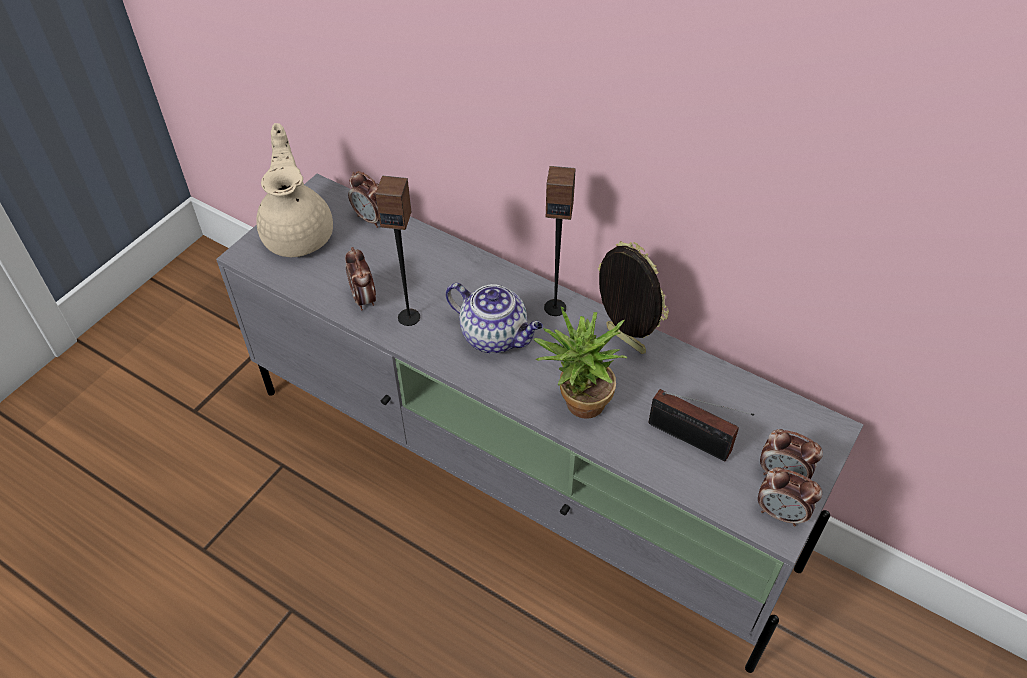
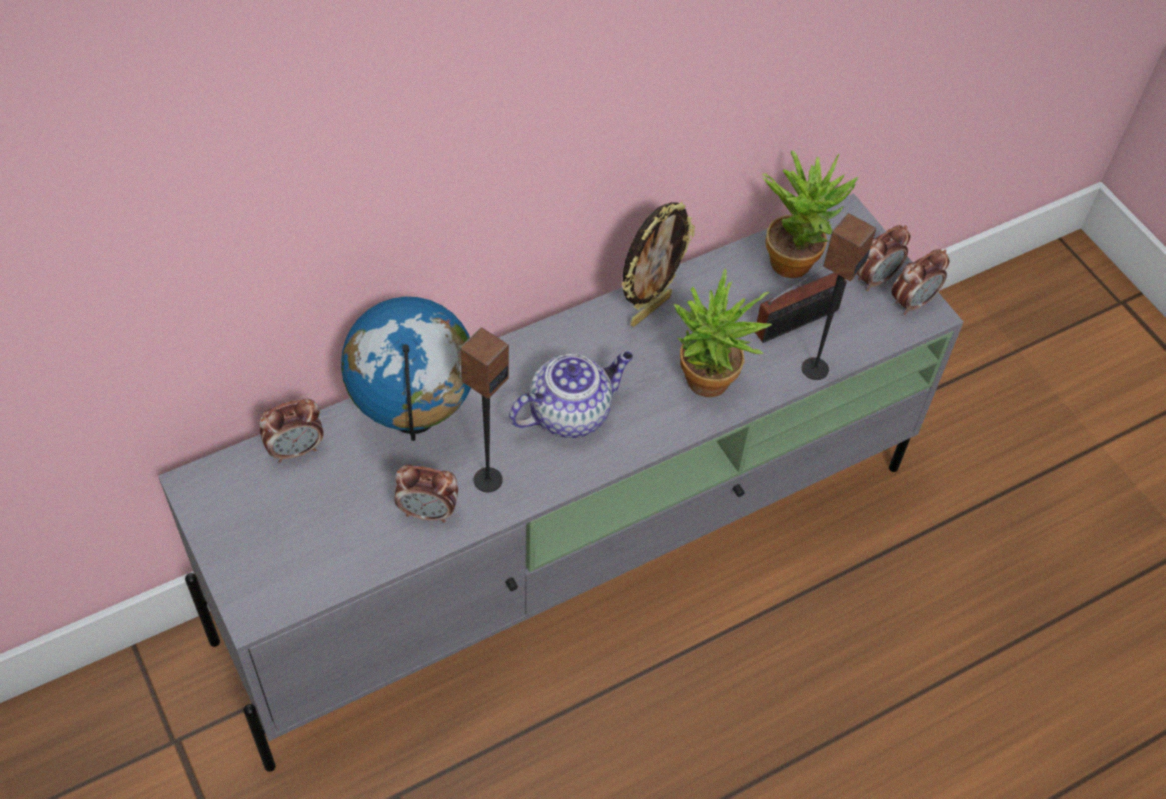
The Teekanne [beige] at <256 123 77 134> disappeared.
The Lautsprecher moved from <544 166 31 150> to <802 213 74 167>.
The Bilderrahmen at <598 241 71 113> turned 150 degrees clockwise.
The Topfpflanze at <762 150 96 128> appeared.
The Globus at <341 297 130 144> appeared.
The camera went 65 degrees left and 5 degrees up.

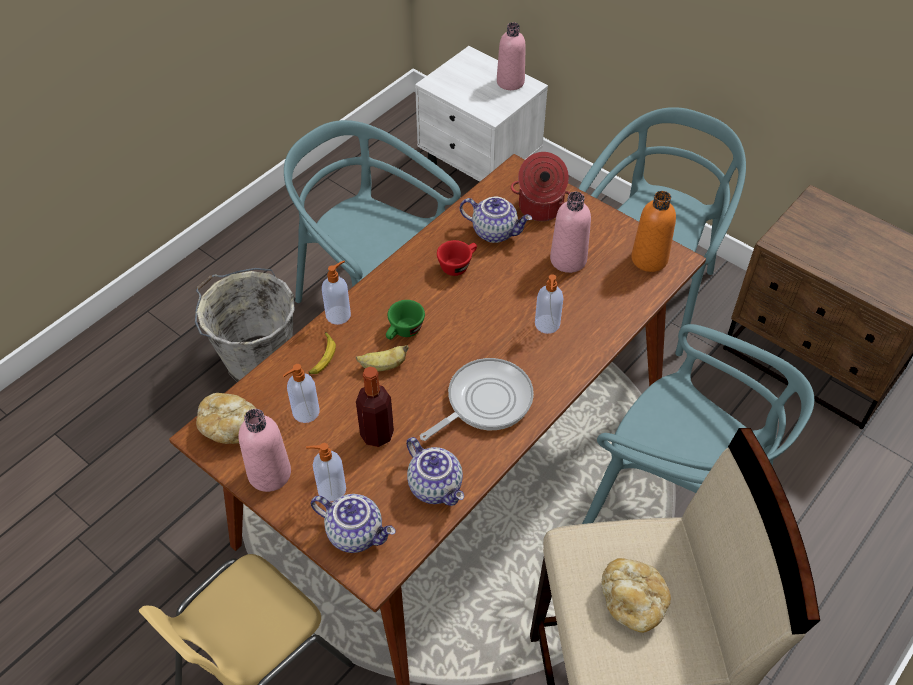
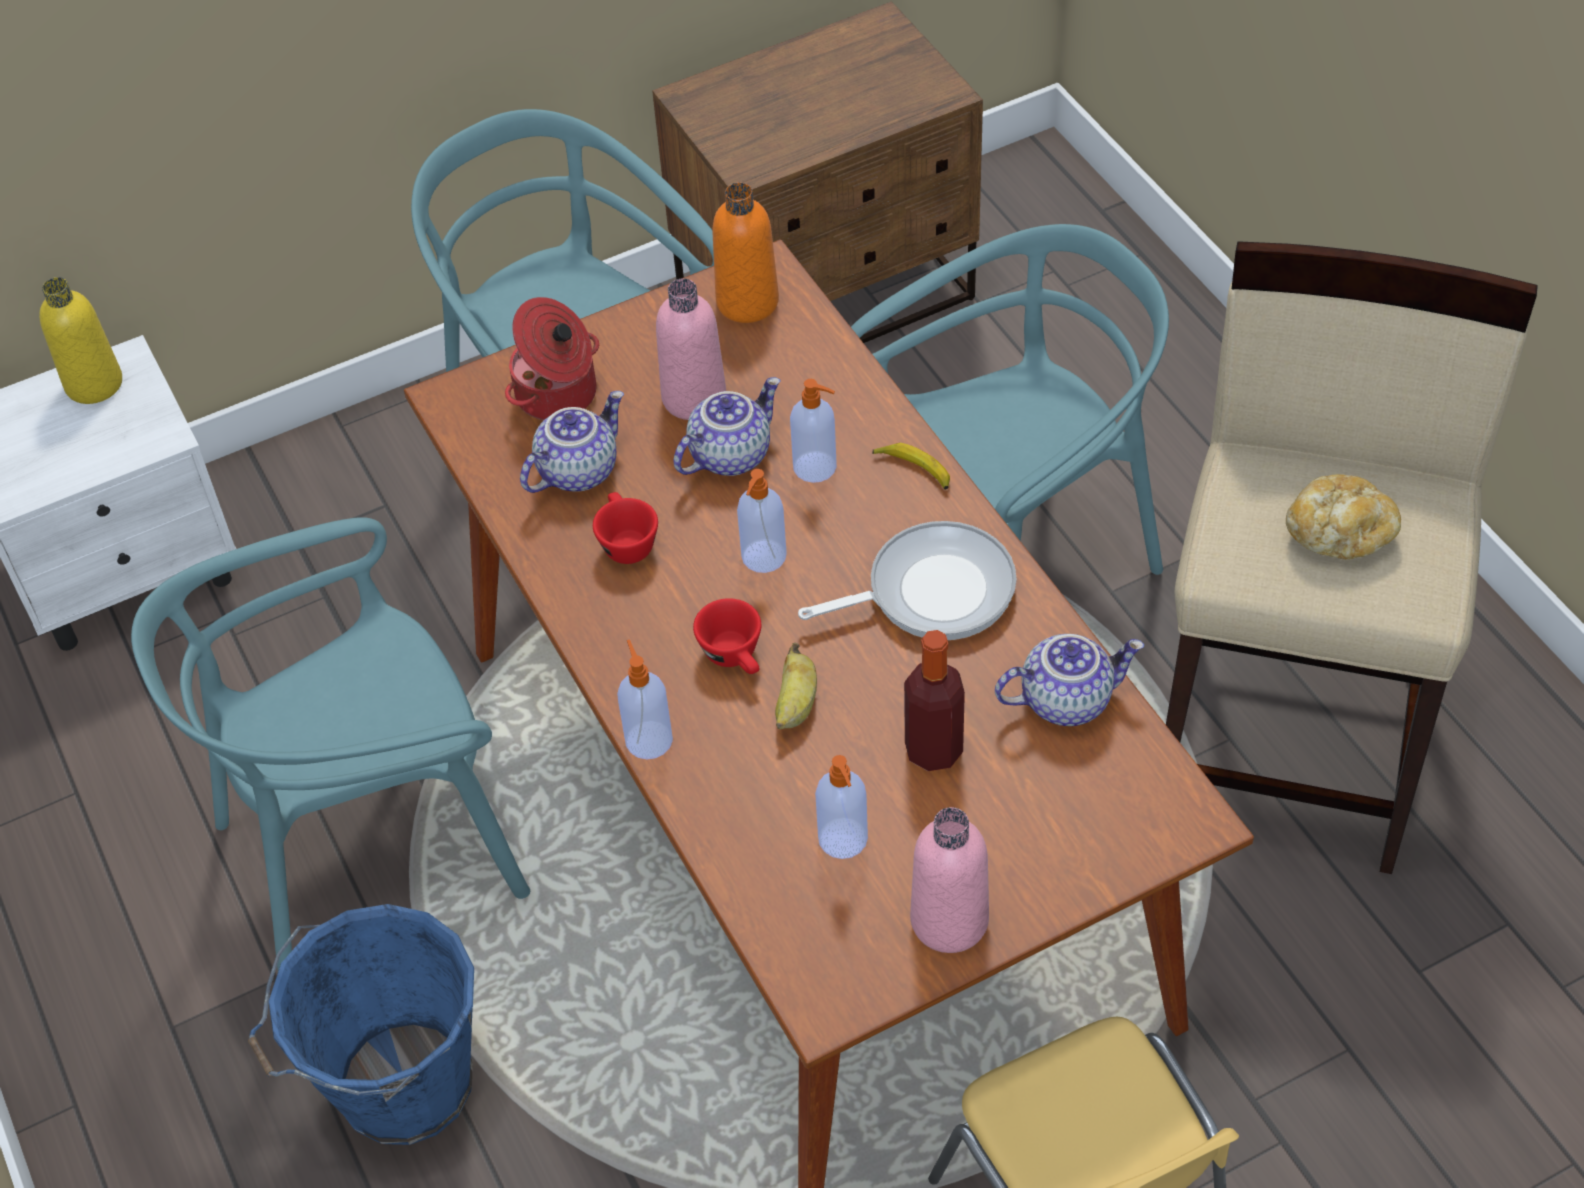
The Flasche [rosa] at <497 22 29 68> became the Flasche [gelb] at <39 277 83 127>.
The Eimer [grau] at <195 268 99 114> became the Eimer [blau] at <248 904 226 241>.
The Tasse [grün] at <386 300 39 40> became the Tasse [rot] at <693 598 68 76>.
The Banane moved from <309 332 27 42> to <873 443 77 47>.
The Pfanne at <420 358 114 83> turned 90 degrees clockwise.
The Brot at <196 393 60 51> disappeared.
The Seifenspender moved from <306 443 40 59> to <737 469 50 104>.
The Teekanne moved from <310 494 86 59> to <673 377 107 99>.
The camera went 65 degrees left and 0 degrees up.

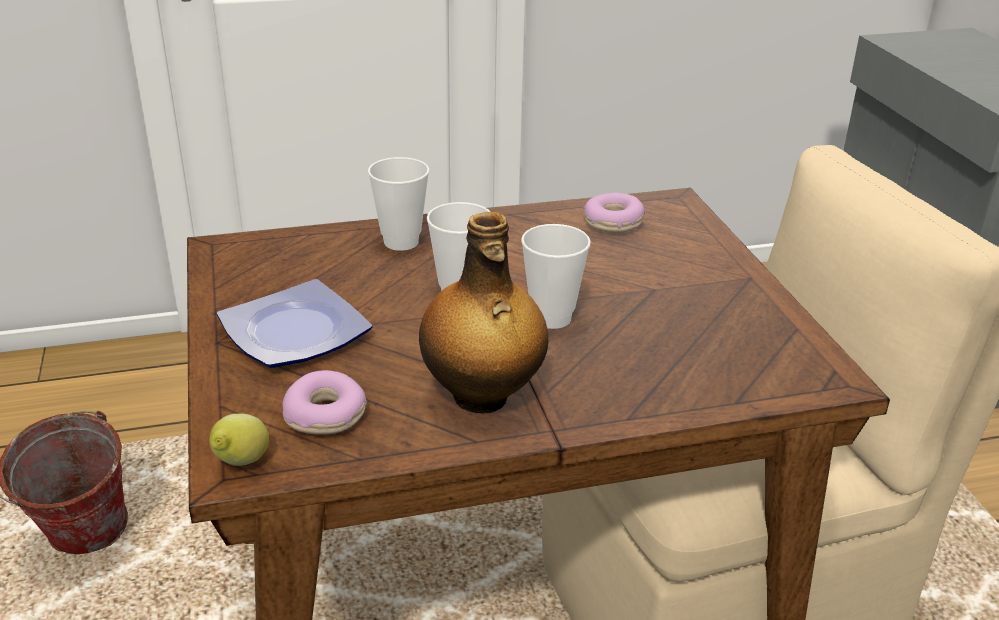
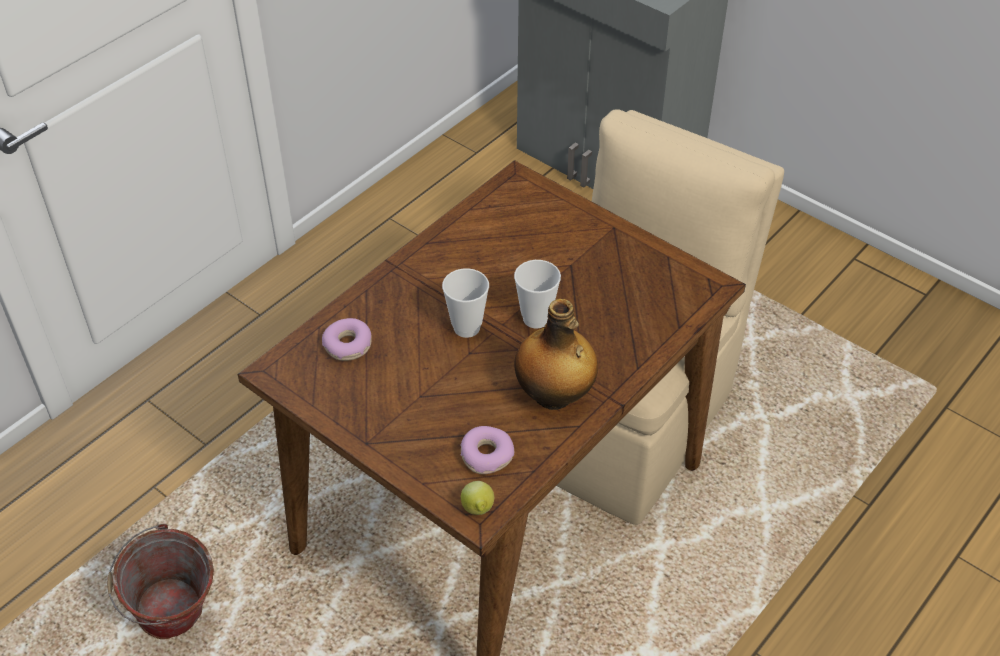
The Tasse at <368 157 61 94> disappeared.
The Donut moved from <583 193 62 40> to <322 318 50 43>.
The Teller at <217 279 155 89> disappeared.
The camera went 35 degrees left and 15 degrees up.

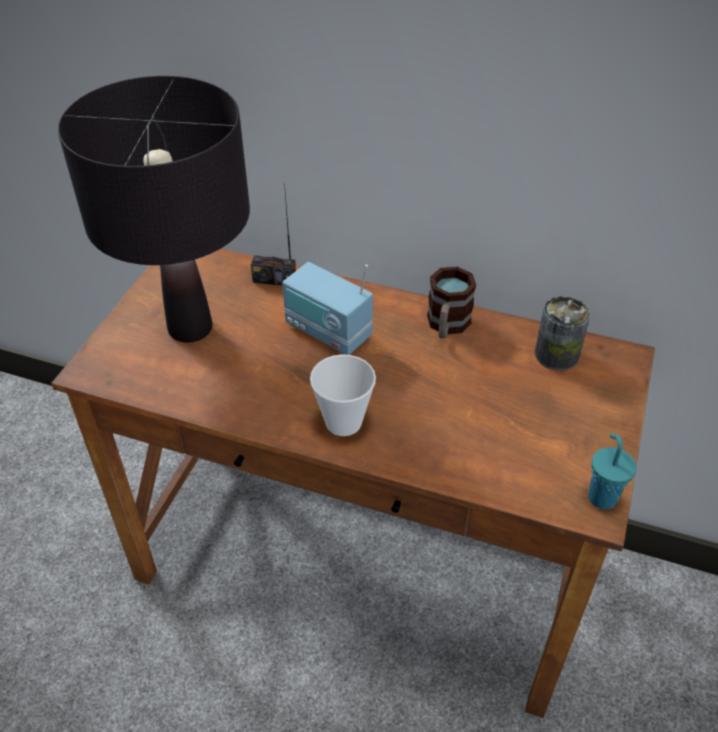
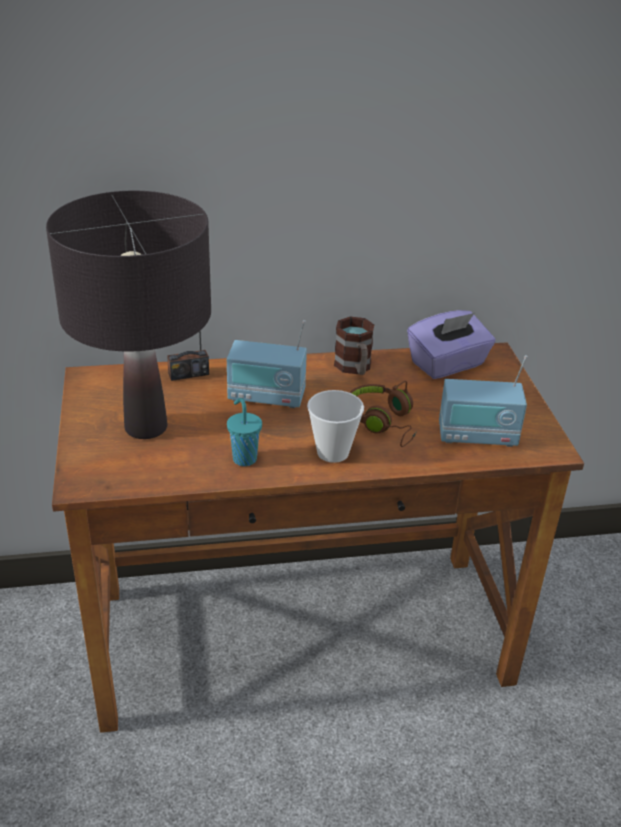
The Dose at <535 296 56 75> was replaced by the Taschentuchbox [lila] at <407 310 88 69>.
The Tasse [türkis] moved from <588 433 49 76> to <227 398 35 68>.
The Radio at <439 355 89 92> appeared.
The Kopfhörer [braun] at <349 381 68 66> appeared.
The camera went 30 degrees left and 10 degrees down.

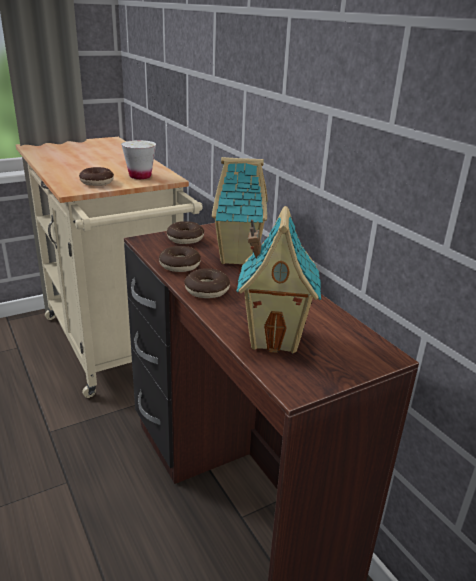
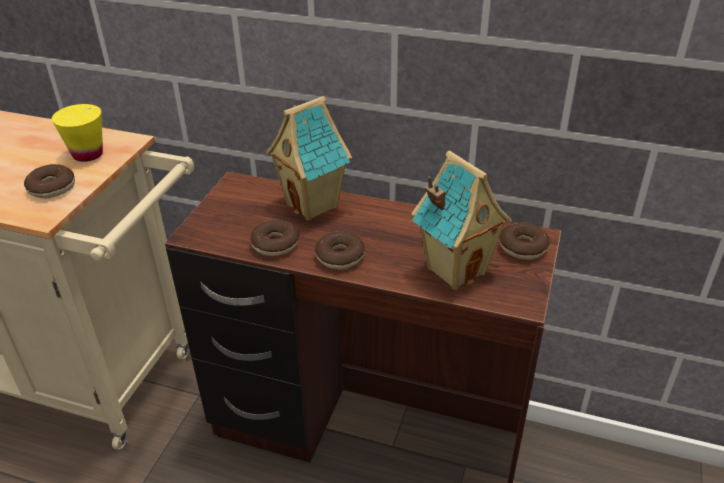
The Tasse [weiß] at <121 140 35 39> became the Tasse [gelb] at <52 104 51 58>.
The Donut moved from <166 221 38 23> to <499 222 51 38>.
The camera went 40 degrees left and 10 degrees up.

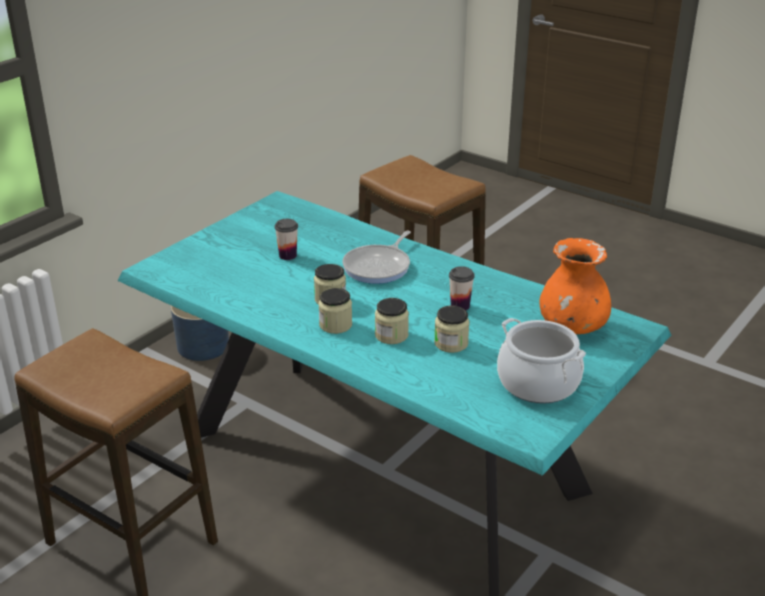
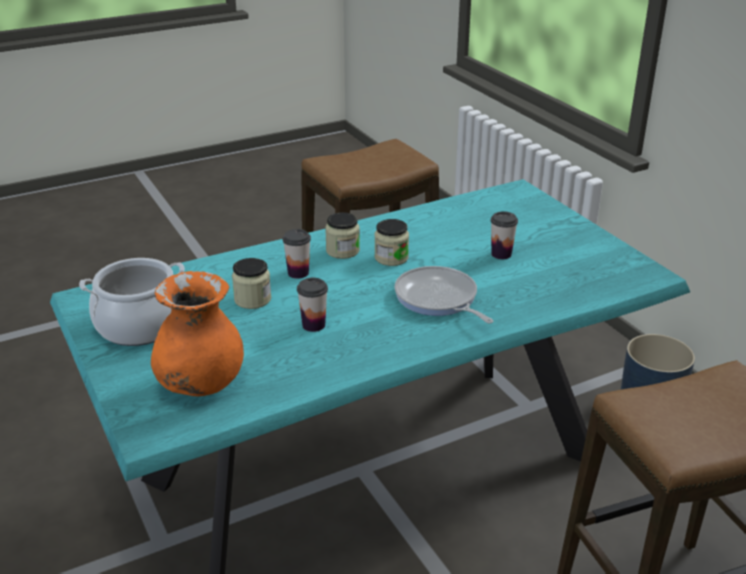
The Vorratsglas at <375 298 34 46> was replaced by the Tasse at <282 229 29 50>.
The camera went 115 degrees right and 0 degrees up.

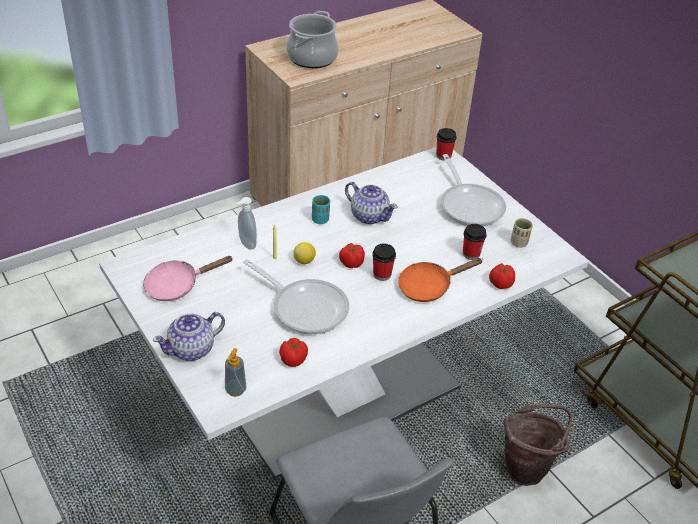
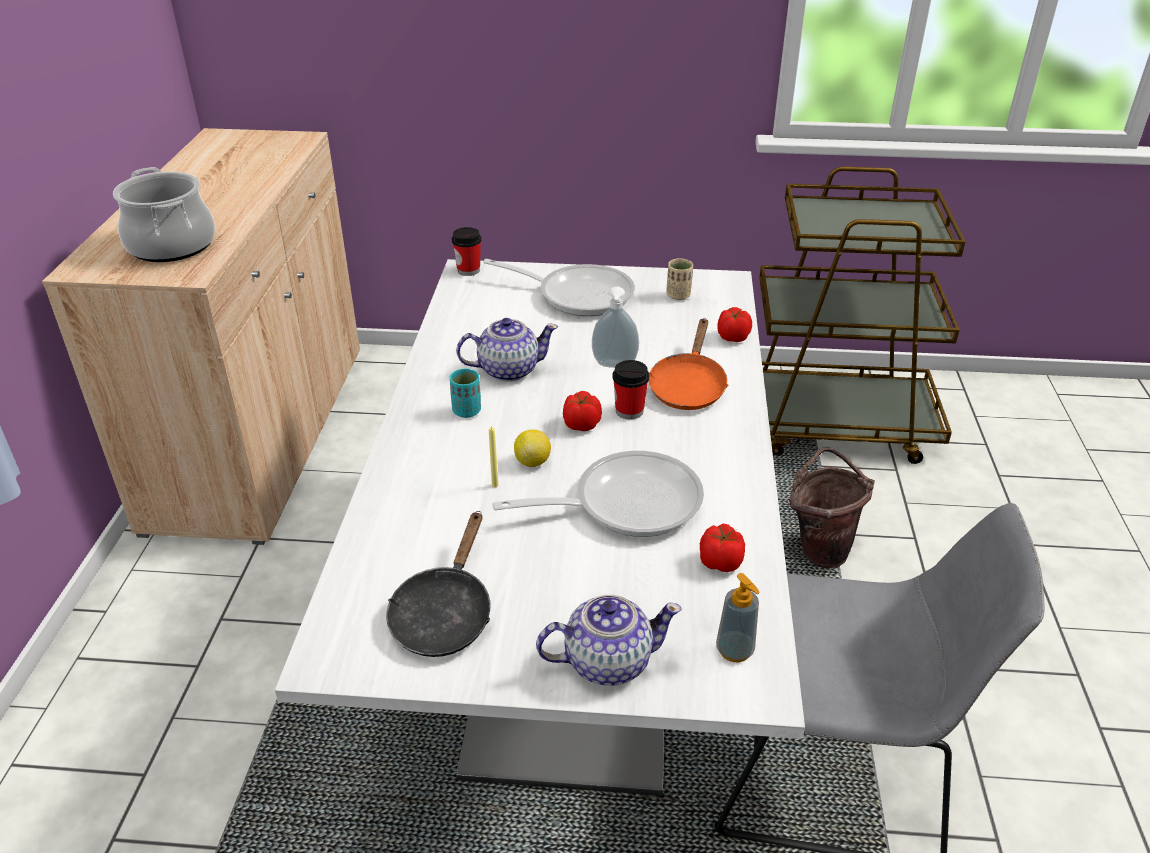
The Seifenspender moved from <237 197 20 53> to <592 287 47 81>.
The Tasse at <463 224 24 36> disappeared.
The Pfanne [rosa] at <143 256 90 45> became the Pfanne [schwarz] at <386 511 104 146>.
The Teekanne at <153 312 72 49> turned 105 degrees counterclockwise.
The camera went 50 degrees left and 5 degrees down.

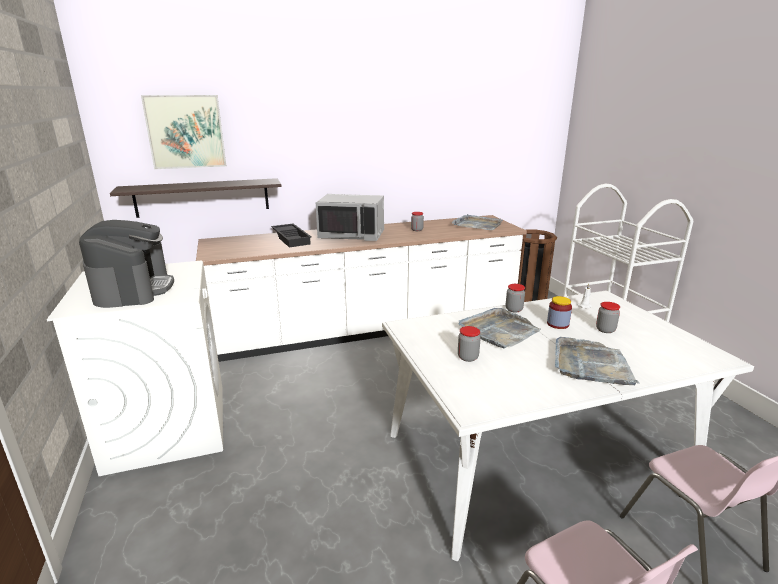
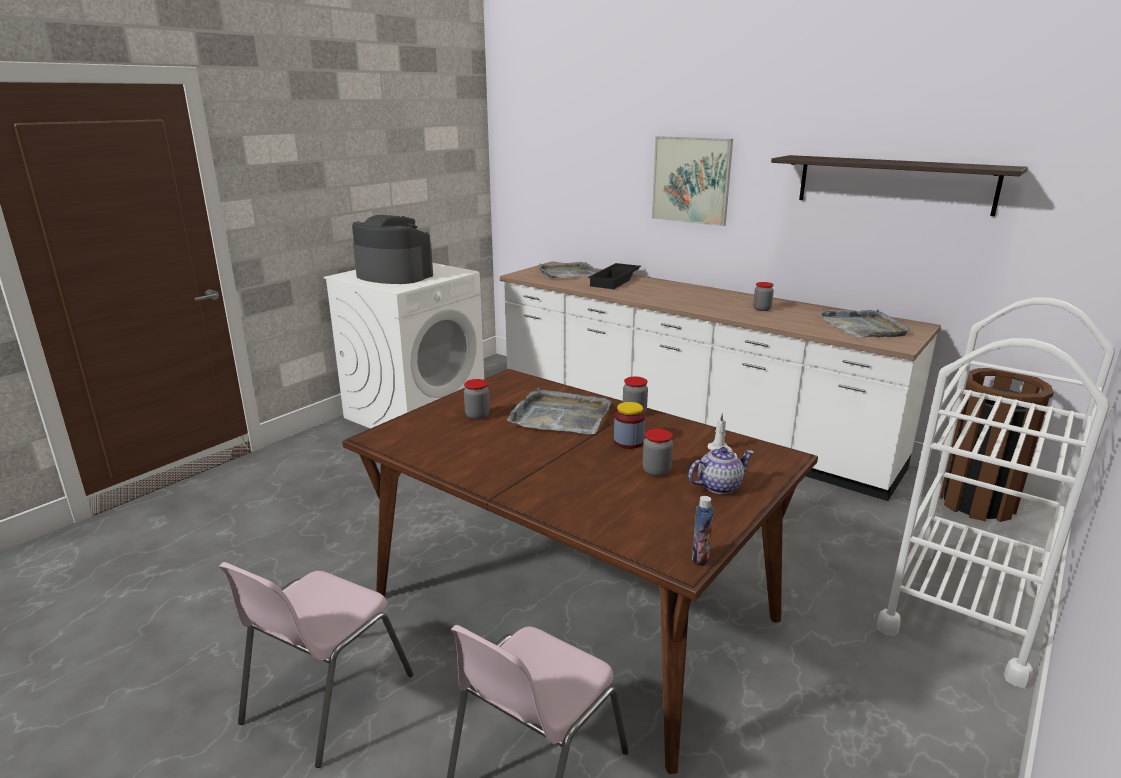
The Bild moved from <141 95 85 74> to <652 136 81 90>.
The Wandregal moved from <110 178 171 40> to <771 155 257 61>.
The Mikrowelle [grau] at <316 194 68 47> disappeared.
The Kaffeemaschine at <79 220 95 88> turned 105 degrees counterclockwise.
The Esstisch [weiß] at <382 290 372 271> became the Esstisch [braun] at <342 369 476 405>.
The Tablett [grau] moved from <555 337 85 48> to <538 262 59 16>.
The Teekanne at <688 447 66 47> appeared.
The Flasche at <692 496 22 70> appeared.
The camera went 55 degrees right and 0 degrees up.

